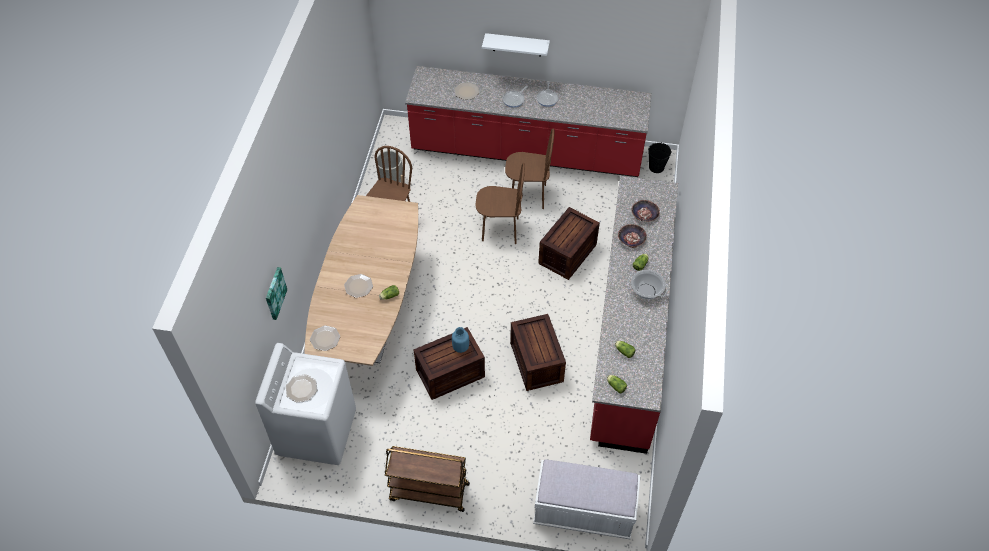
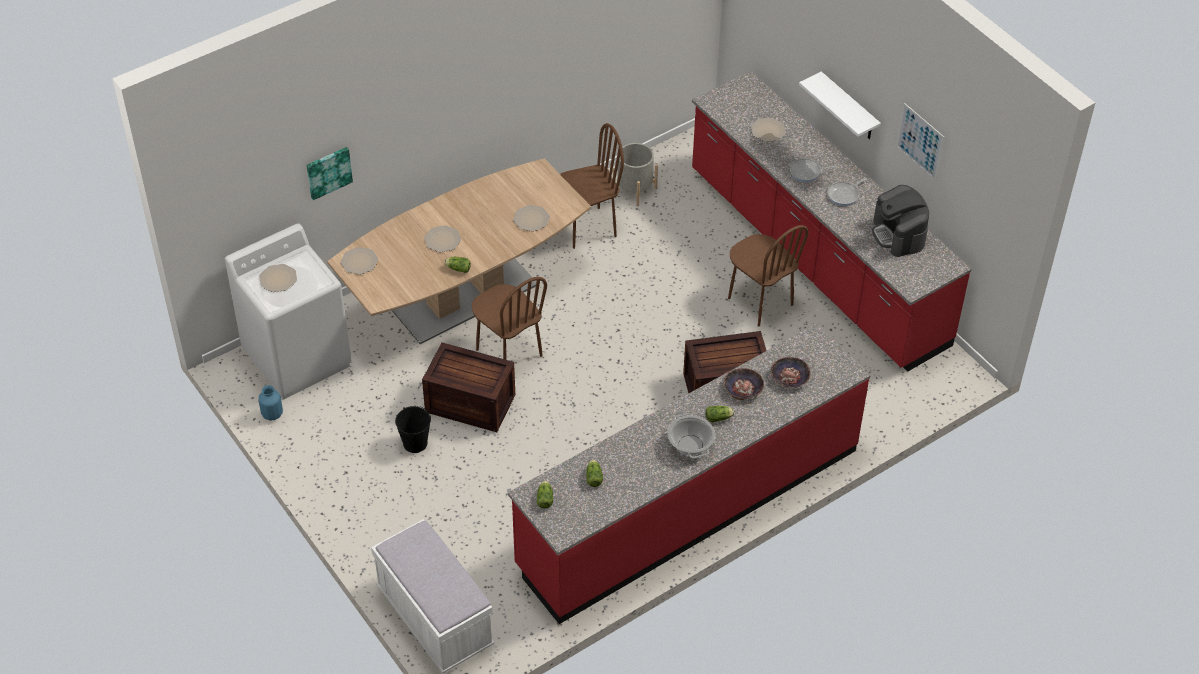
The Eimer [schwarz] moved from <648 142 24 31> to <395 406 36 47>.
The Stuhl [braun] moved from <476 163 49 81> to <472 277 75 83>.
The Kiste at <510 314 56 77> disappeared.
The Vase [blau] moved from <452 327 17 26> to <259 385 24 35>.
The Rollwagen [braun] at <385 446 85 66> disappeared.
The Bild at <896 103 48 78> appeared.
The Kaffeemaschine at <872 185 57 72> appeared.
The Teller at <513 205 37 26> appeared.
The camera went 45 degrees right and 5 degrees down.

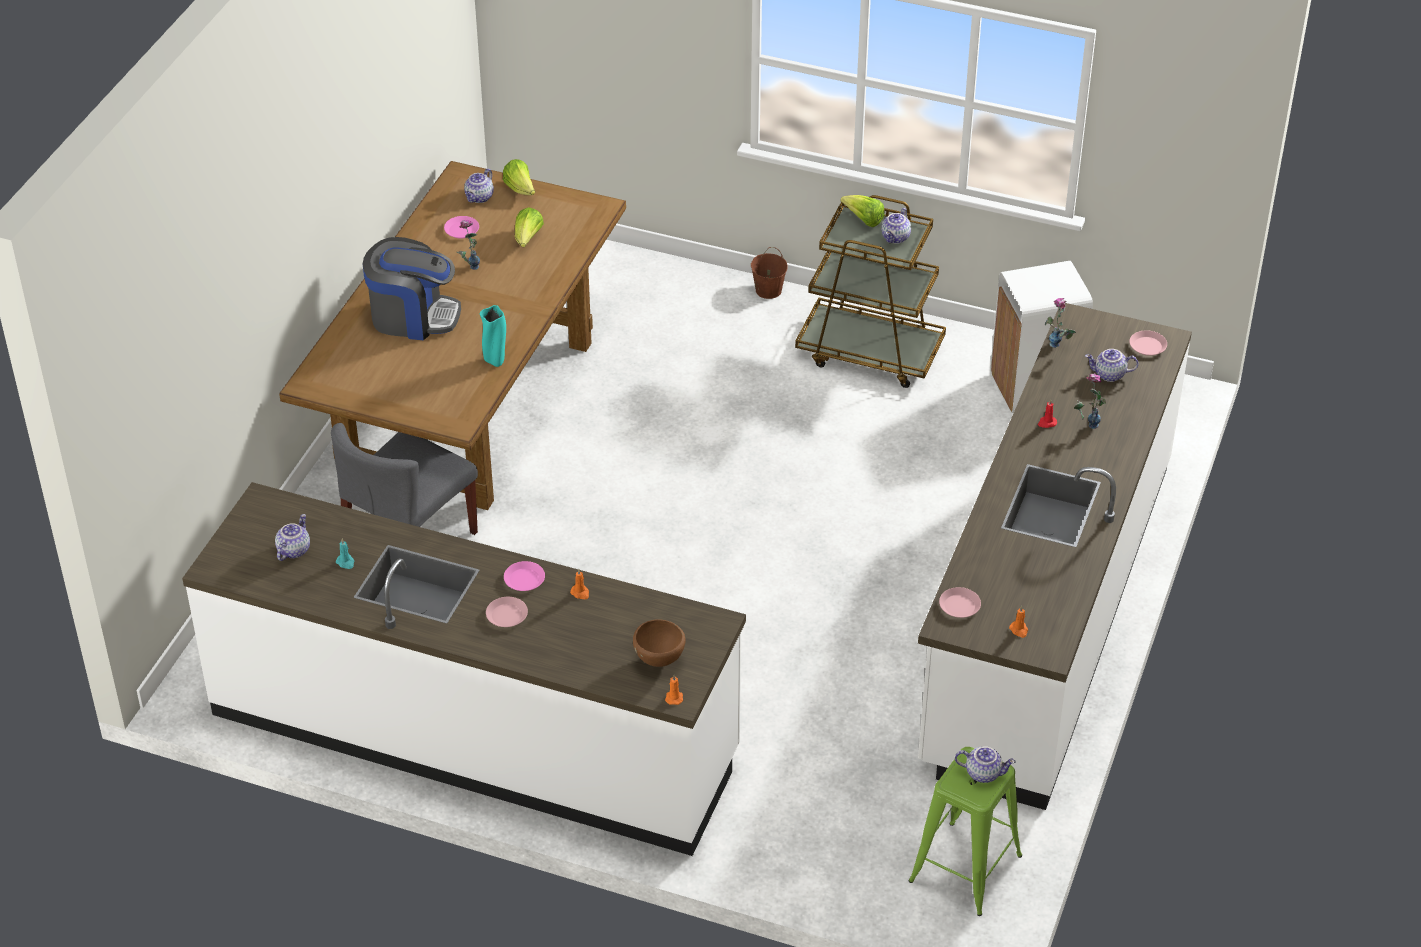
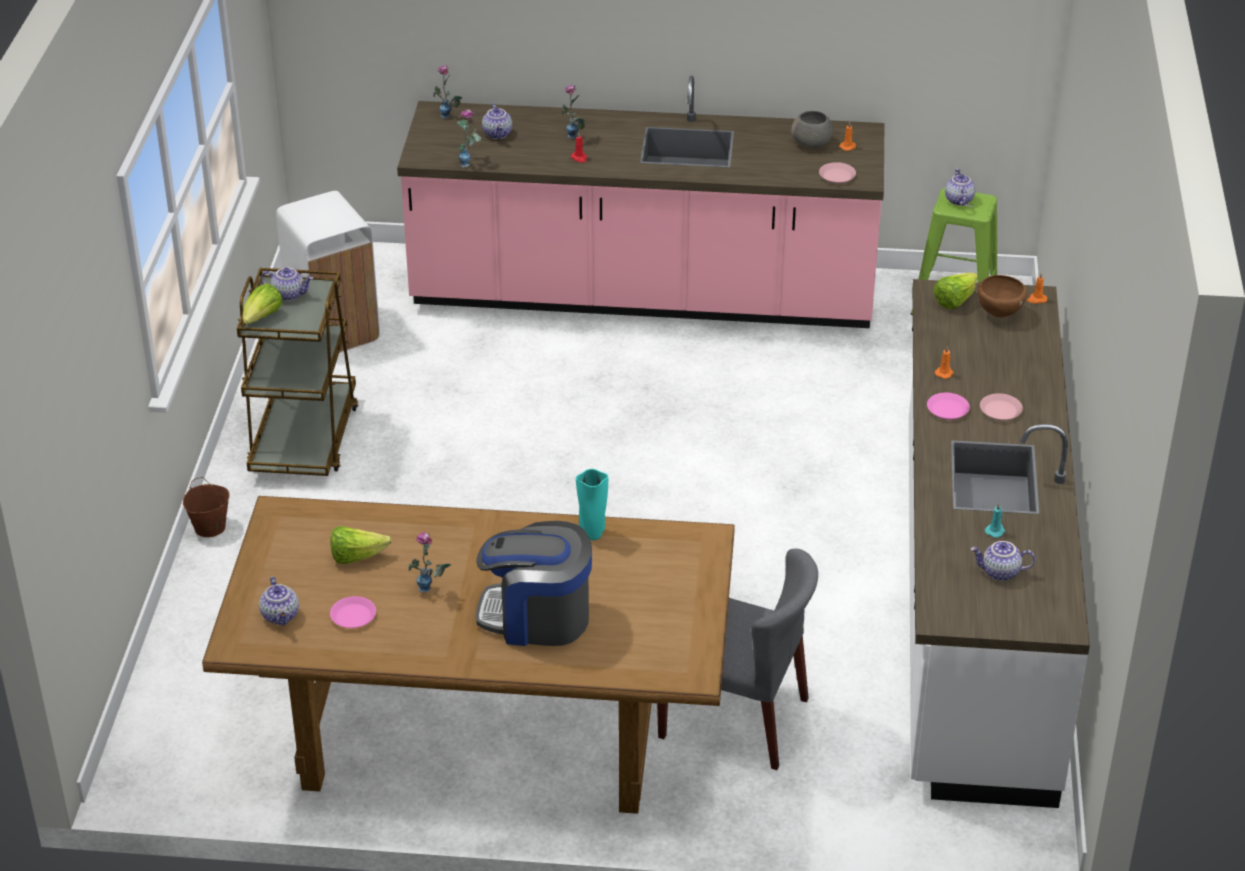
The Salatkopf moved from <503 159 32 36> to <933 272 45 37>.
The Teekanne at <464 168 30 35> turned 60 degrees clockwise.
The Kaffeemaschine at <363 237 98 103> turned 75 degrees counterclockwise.
The Küchenzeile [weiß] at <918 303 274 507> became the Küchenzeile [rosa] at <397 76 487 252>.
The Teller [rosa] at <1129 330 38 26> was replaced by the Vase at <433 66 29 53>.
The Schüssel [grau] at <791 111 42 37> appeared.
The camera went 105 degrees left and 5 degrees down.

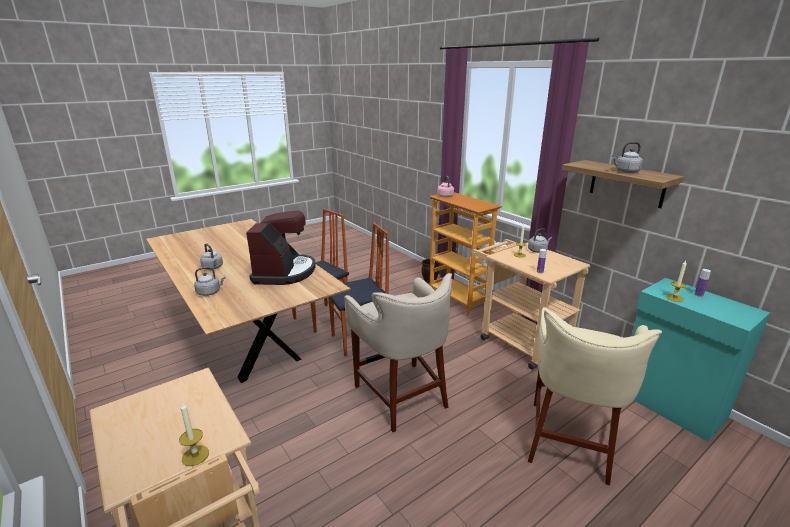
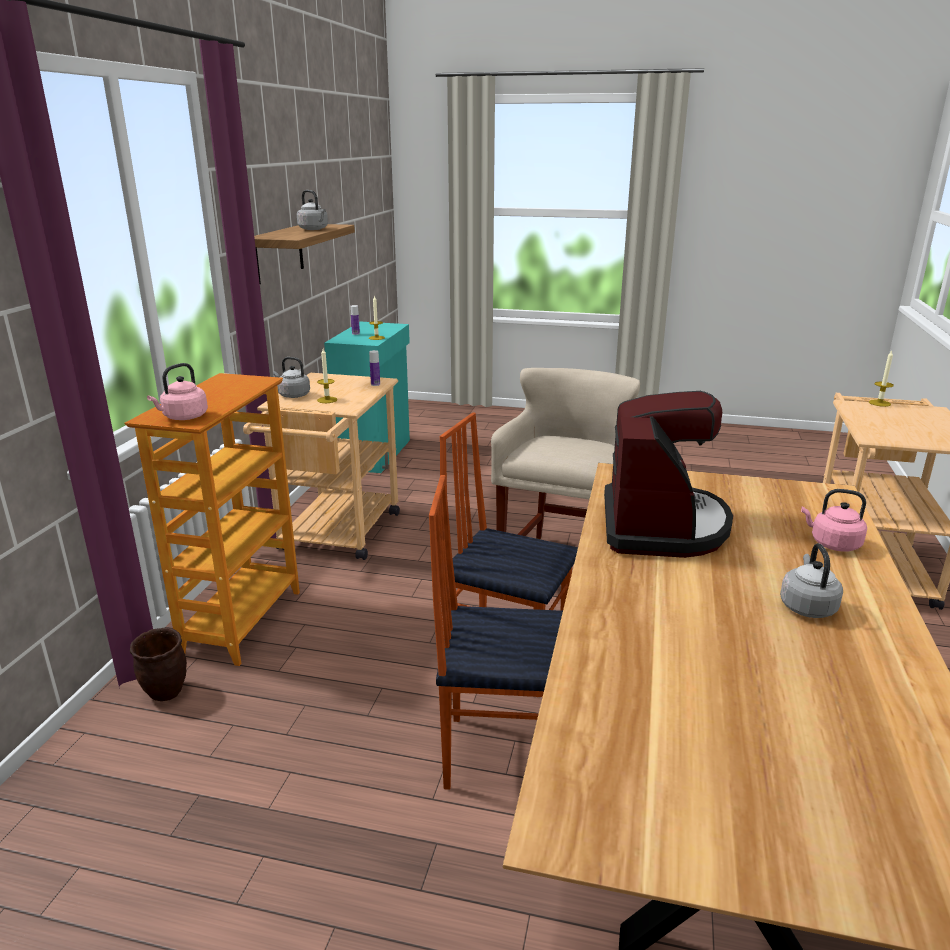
The Kaffeemaschine at <246 211 69 74> turned 135 degrees clockwise.
The Wasserkessel [grau] at <194 267 32 29> became the Wasserkessel [rosa] at <801 489 66 63>.
The Hocker [beige] at <528 307 134 178> disappeared.
The camera went 130 degrees left and 0 degrees up.

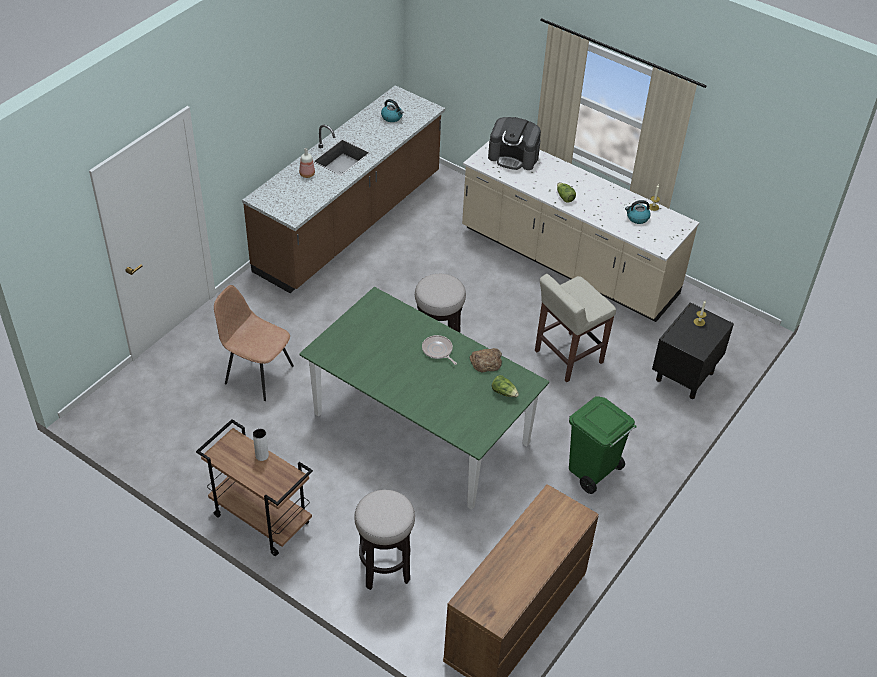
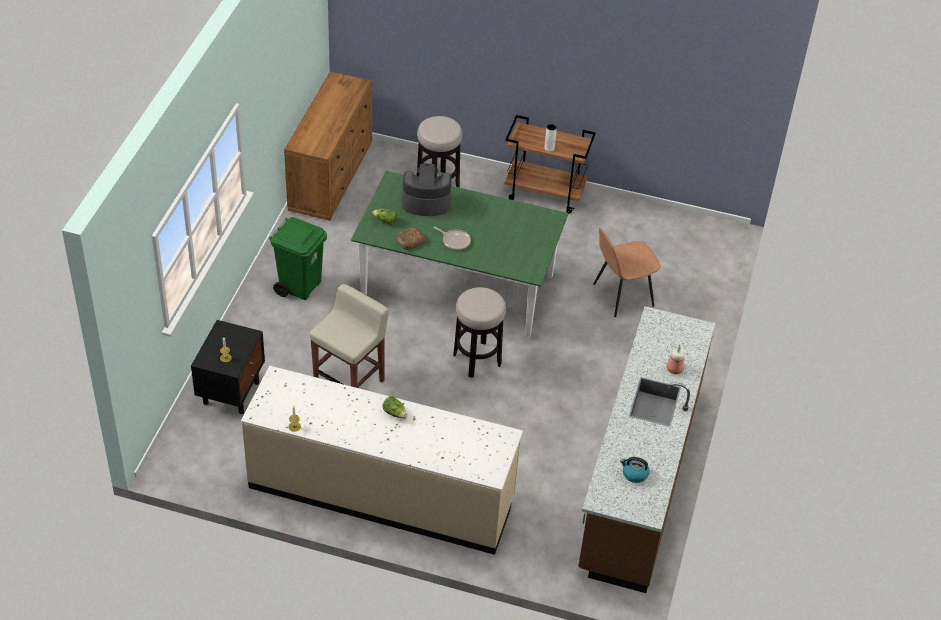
The Kaffeemaschine moved from <488 117 53 53> to <402 163 50 53>.
The Wasserkessel at <625 200 26 24> disappeared.
The Stuhl [braun] at <214 285 80 116> turned 150 degrees clockwise.
The camera went 160 degrees right and 0 degrees up.

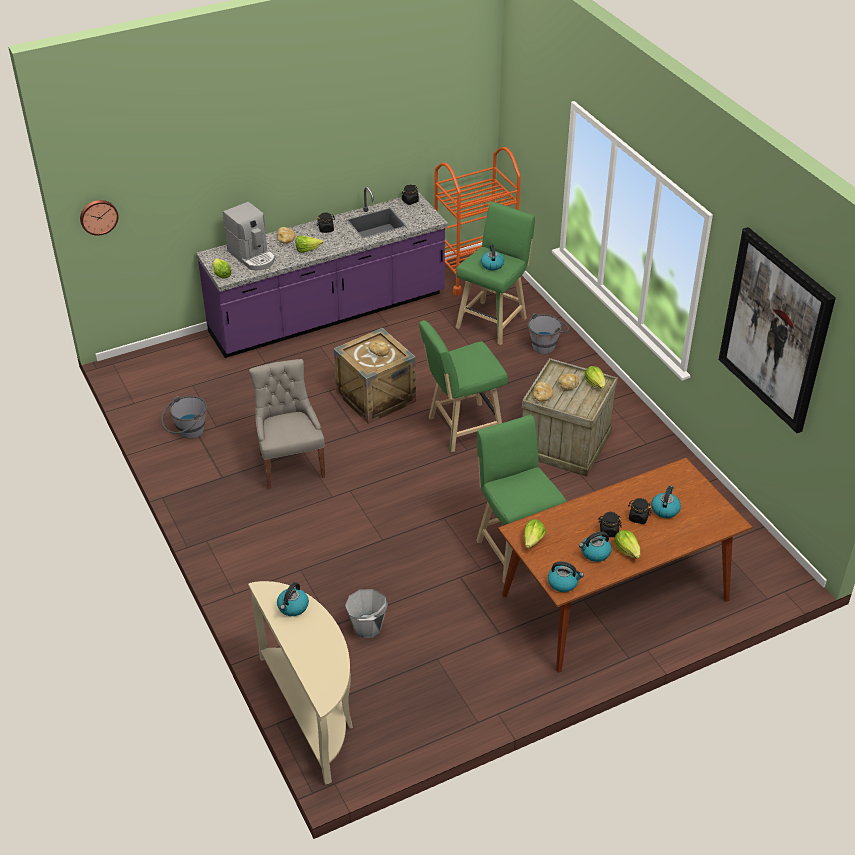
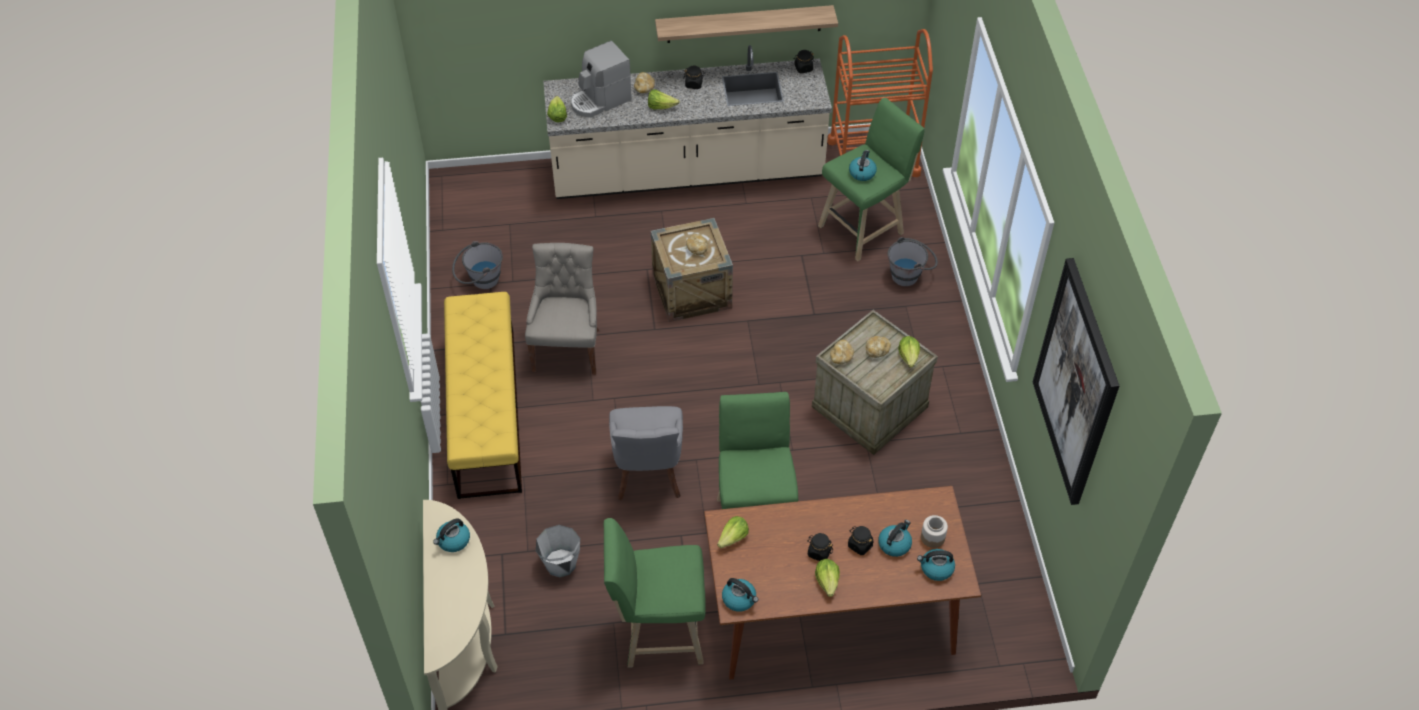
The Küchenzeile [lila] at <196 187 252 171> became the Küchenzeile [beige] at <543 45 289 154>.
The Wanduhr at <80 200 39 36> disappeared.
The Kaffeemaschine at <223 202 52 68> turned 75 degrees clockwise.
The Hocker [grün] moved from <419 320 89 133> to <604 518 102 150>.
The Wasserkessel moved from <579 531 33 31> to <917 549 38 32>.
The Wandregal at <655 5 183 38> appeared.
The Bank [gelb] at <444 292 78 207> appeared.
The Stuhl [grau] at <609 406 74 95> appeared.
The Vorratsglas at <921 515 27 33> appeared.
The camera went 20 degrees right and 10 degrees up.

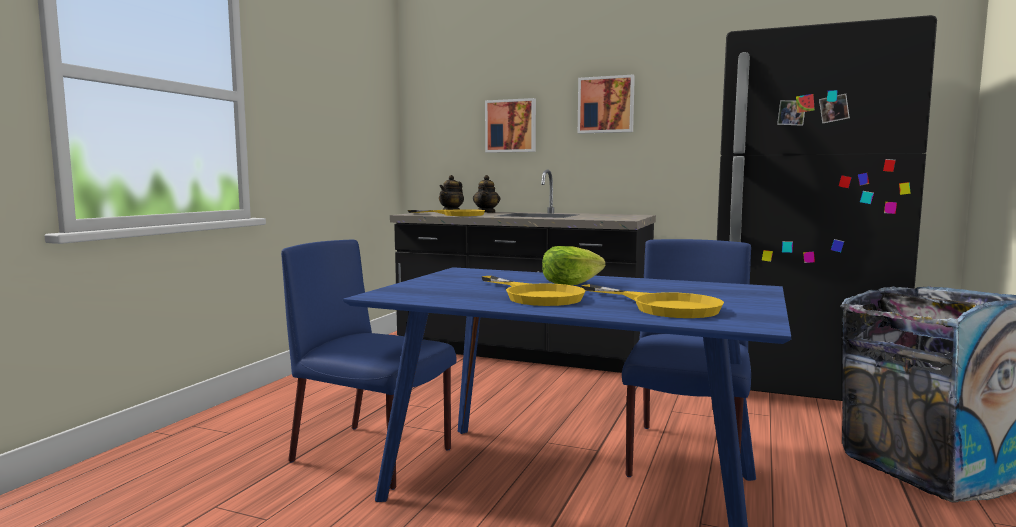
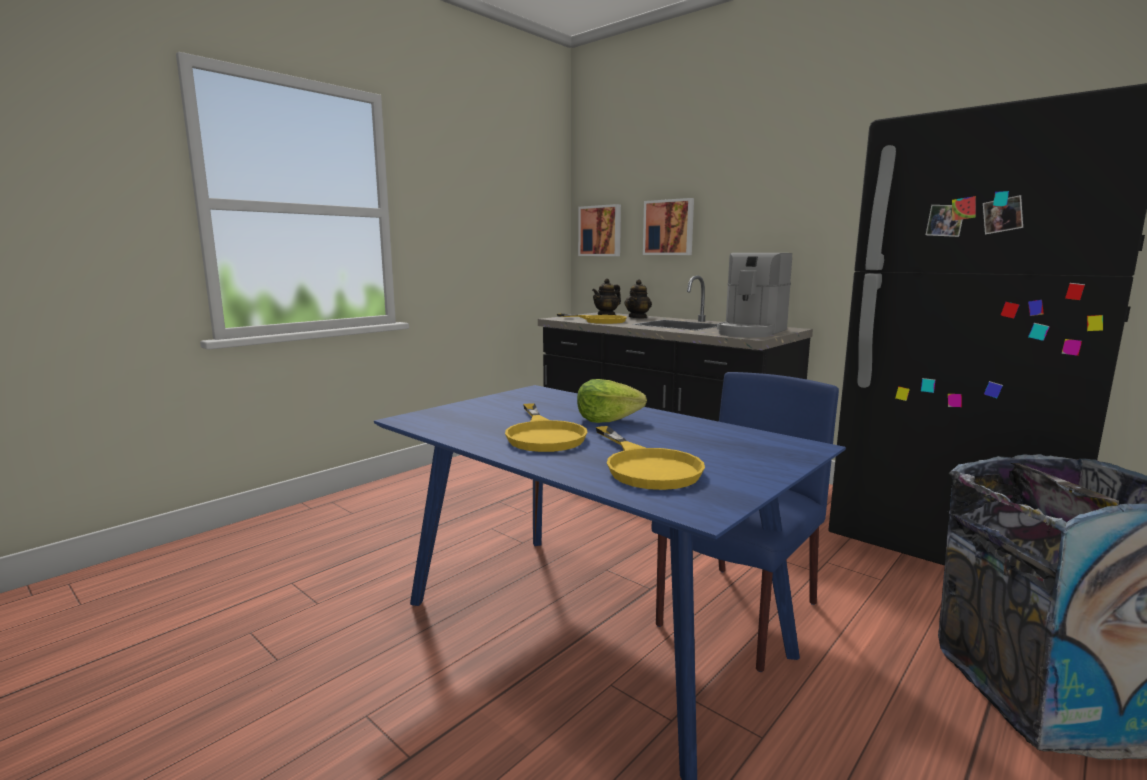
The Bild moved from <578 75 57 59> to <578 204 43 52>.
The Stuhl [blau] at <281 240 176 250> disappeared.
The Kaffeemaschine at <717 253 75 85> appeared.
The camera went 20 degrees right and 5 degrees up.

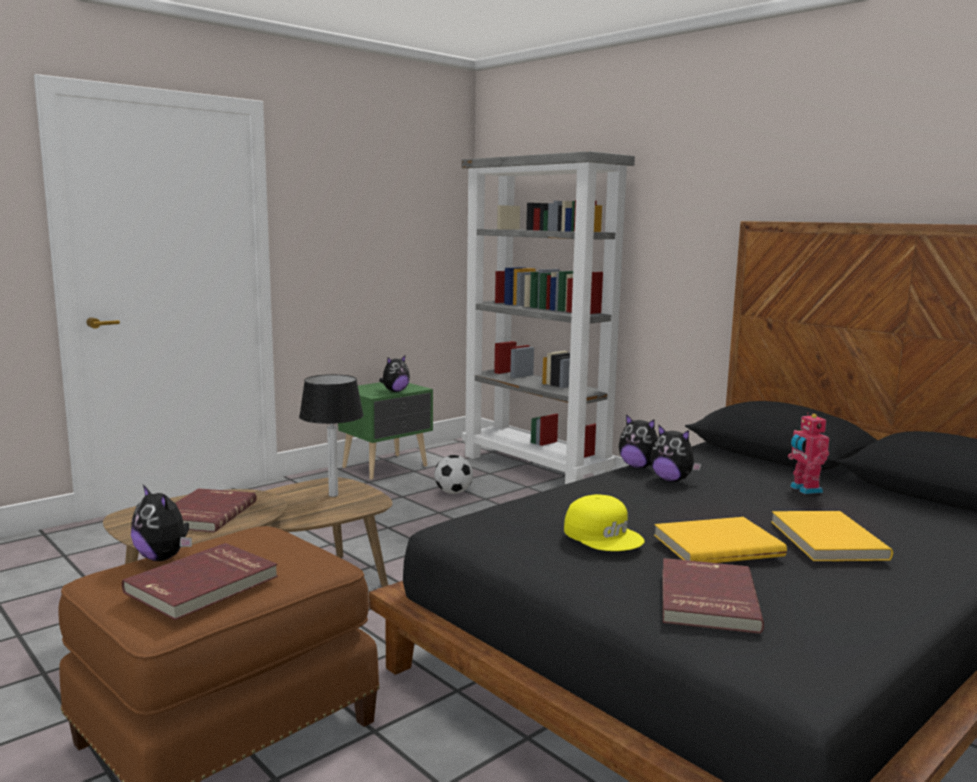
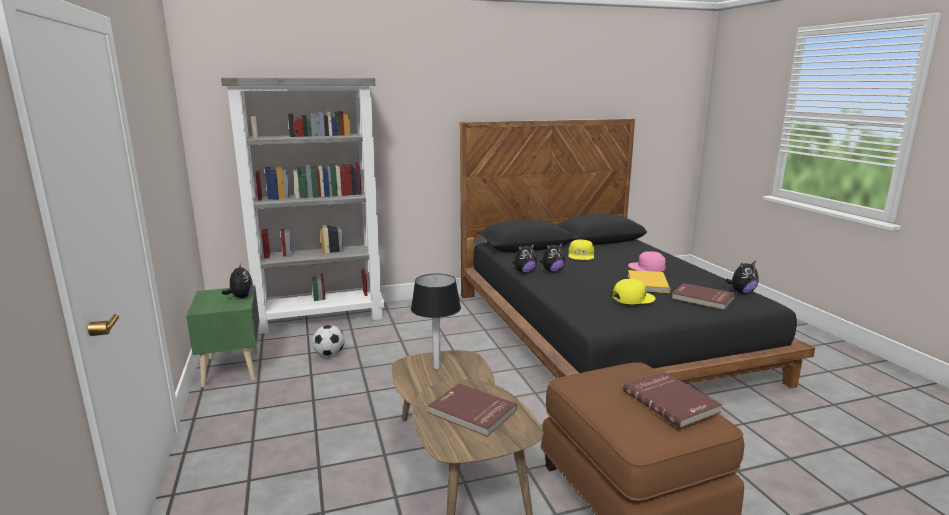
The Spielzeugroboter at <788 413 41 81> was replaced by the Kappe [gelb] at <568 240 26 20>.
The Plüschtier moved from <131 485 61 76> to <725 261 34 33>.
The Buch [gelb] at <771 511 122 50> was replaced by the Kappe [rosa] at <628 251 38 21>.
The camera went 65 degrees left and 5 degrees up.

